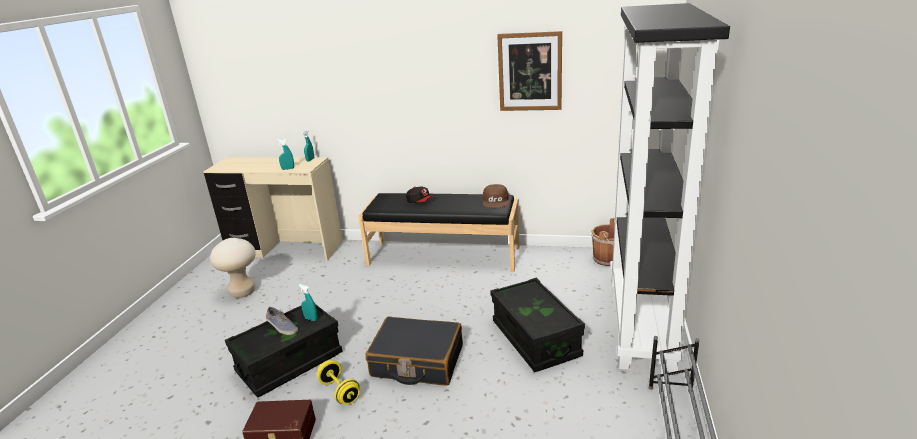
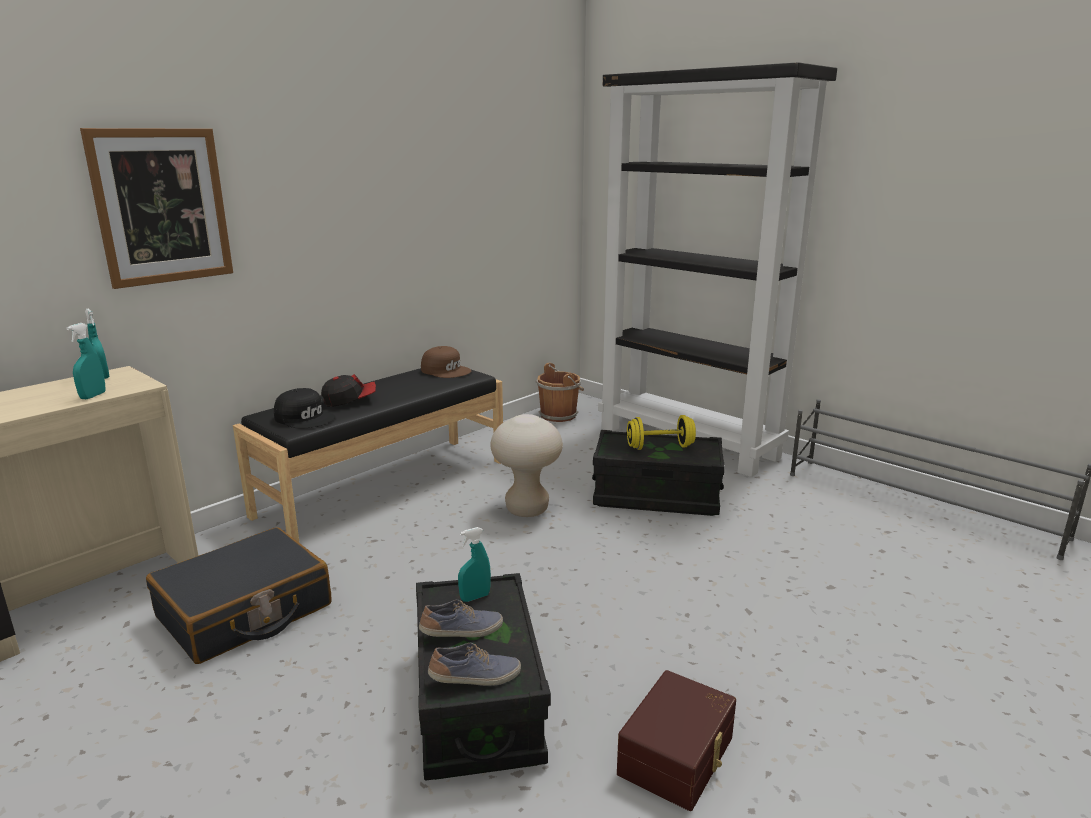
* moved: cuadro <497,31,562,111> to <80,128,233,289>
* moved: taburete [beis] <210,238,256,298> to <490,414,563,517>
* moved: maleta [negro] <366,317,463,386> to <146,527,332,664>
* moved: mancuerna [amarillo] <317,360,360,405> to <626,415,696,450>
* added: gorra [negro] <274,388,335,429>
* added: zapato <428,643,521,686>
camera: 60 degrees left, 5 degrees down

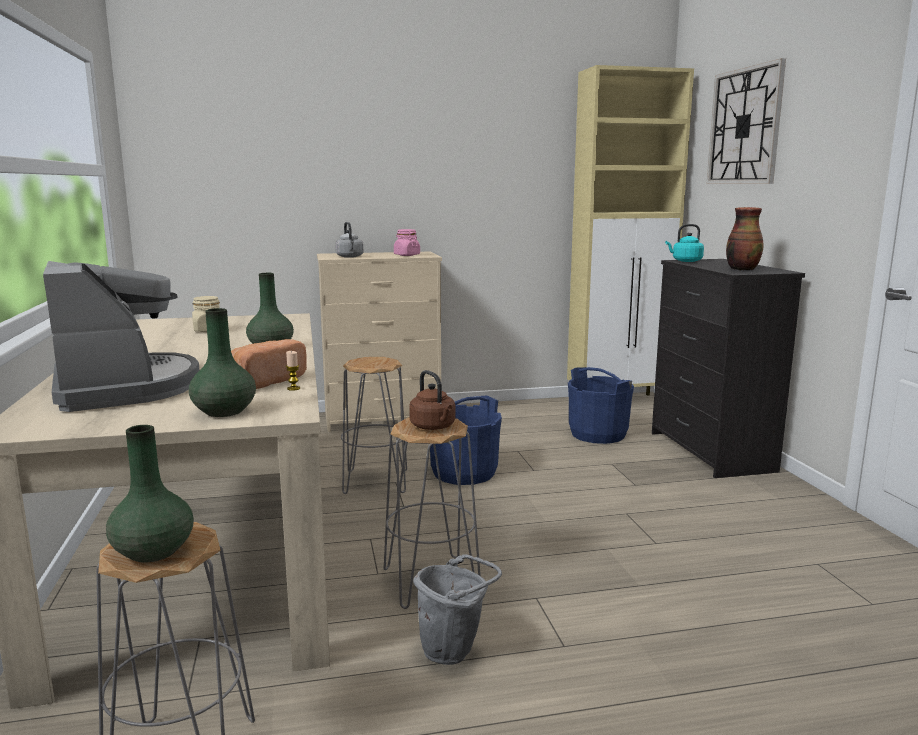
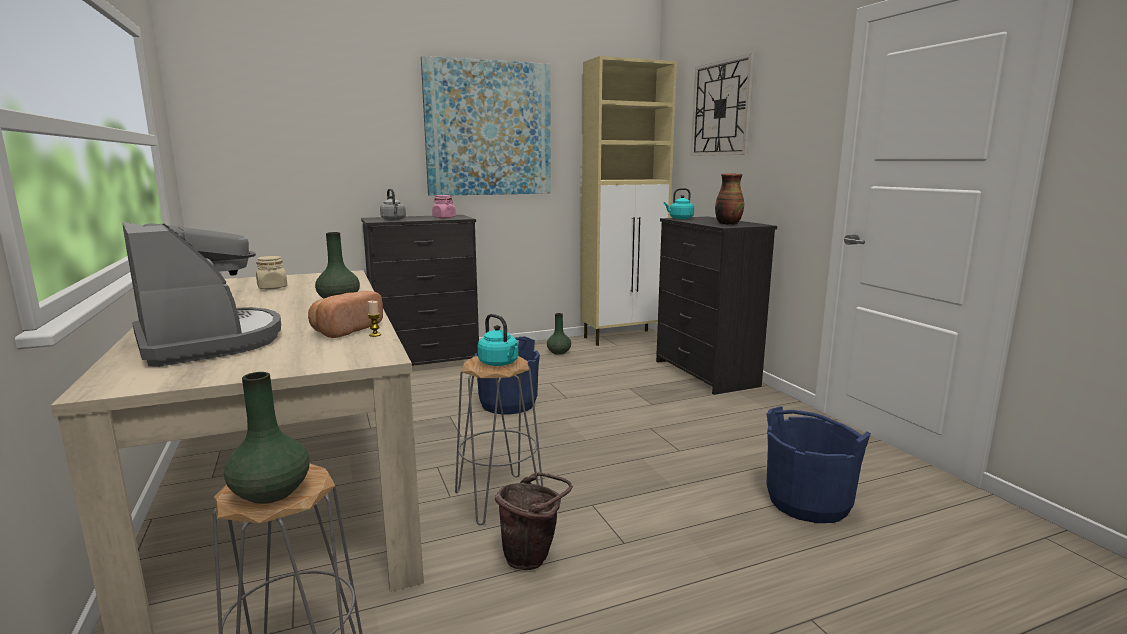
* recoloured: cómoda [beis] <317,252,442,432> to cómoda [negro] <361,215,479,366>
* moved: florero [verde] <189,308,256,417> to <547,313,571,355>
* removed: taburete [gris] <341,357,407,494>
* moved: cubo [azul] <568,367,634,444> to <766,406,871,523>
* recoloured: hervidor [marrón] <409,370,456,430> to hervidor [turquesa] <477,314,518,366>
* recoloured: cubo [gris] <413,554,502,665> to cubo [marrón] <495,472,573,570>
* added: cuadro <421,56,551,196>
camera: 10 degrees left, 0 degrees up

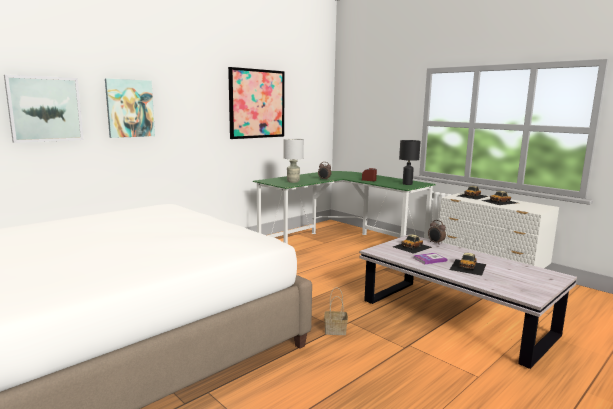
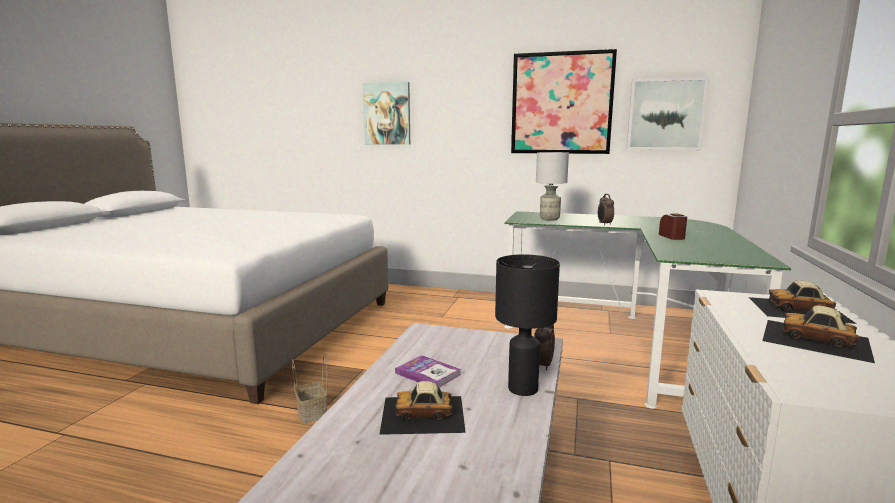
* moved: cuadro <4,75,84,143> to <626,77,709,150>
* moved: lámpara de mesa [negro] <399,140,421,185> to <495,254,560,396>
* removed: coche de juguete <393,234,432,254>
camera: 60 degrees right, 0 degrees up

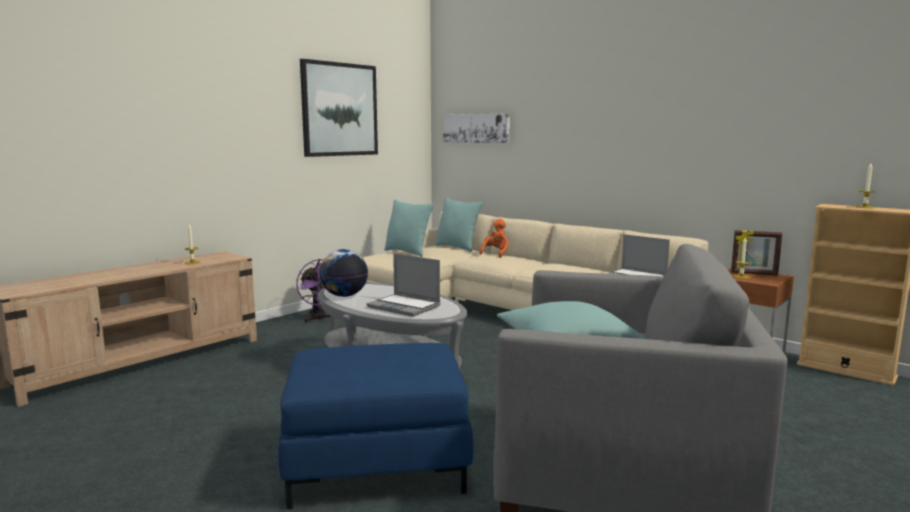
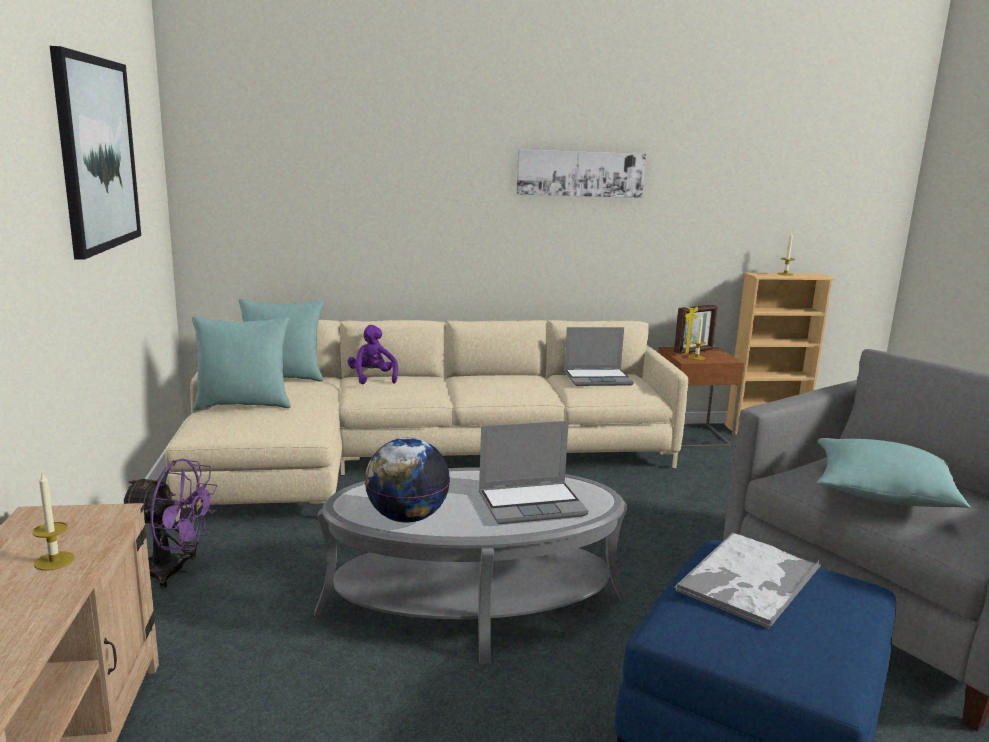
* moved: cuadro <443,113,510,143> to <516,149,646,198>
* recoloured: peluche [naranja] <479,219,509,258> to peluche [morado] <348,325,398,384>
* added: bandeja <675,532,821,629>
camera: 50 degrees left, 5 degrees up

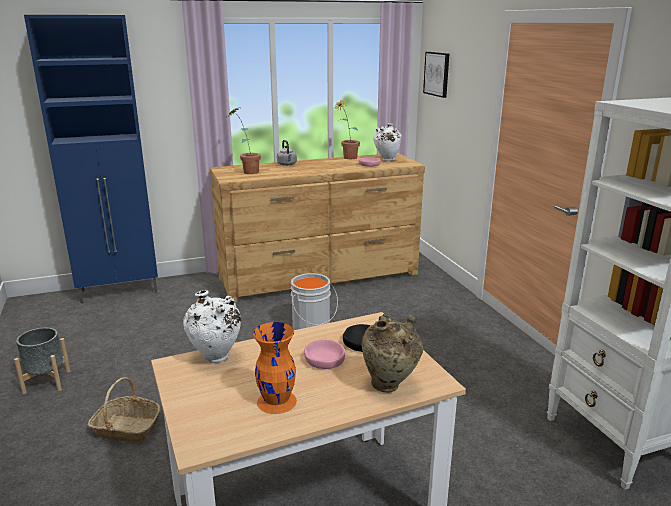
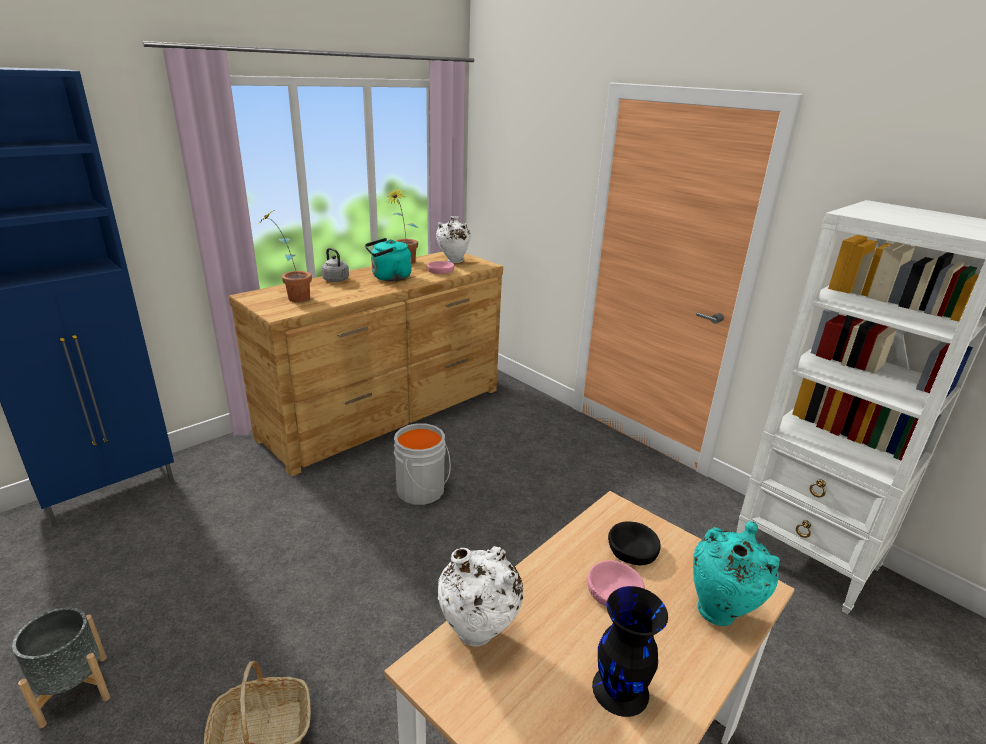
* removed: cuadro <423,52,449,98>
* recoloured: florero [beis] <361,314,423,393> to florero [turquesa] <693,521,780,626>
* recoloured: florero [naranja] <253,322,297,414> to florero [negro] <592,586,668,717>
* added: hervidor [turquesa] <365,238,411,281>
camera: 25 degrees left, 5 degrees up

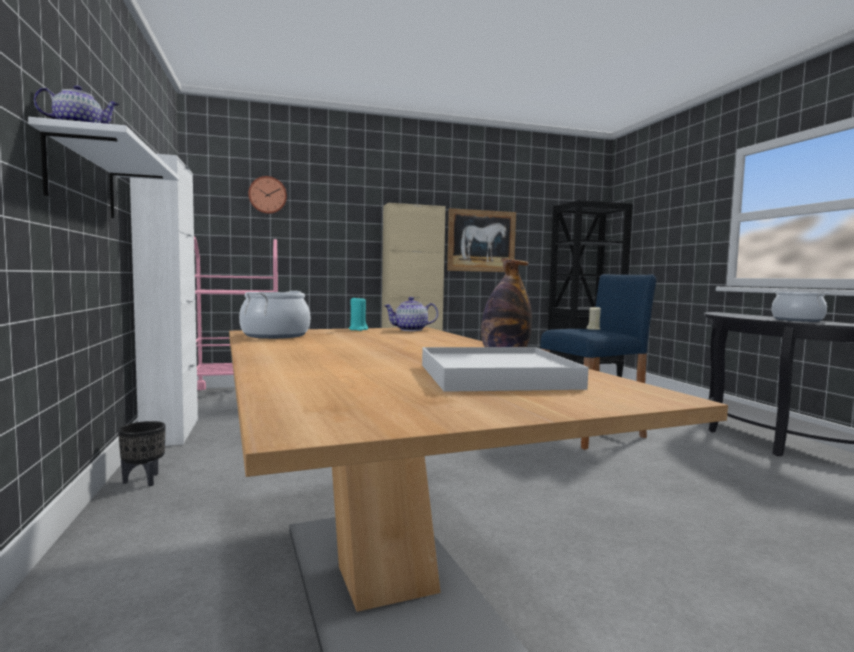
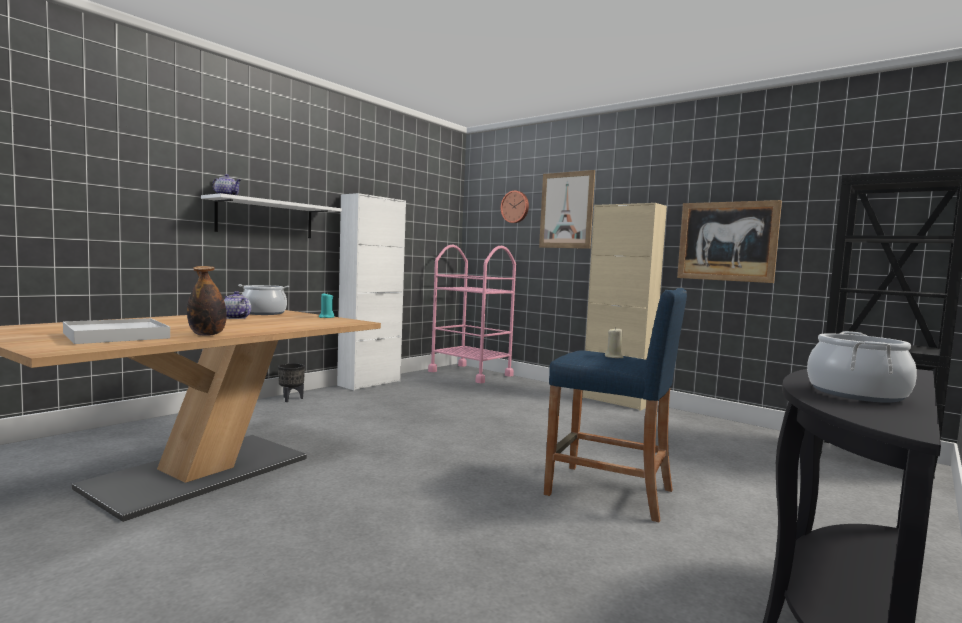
* moved: tetera <384,297,438,331> to <224,291,251,319>
* added: cuadro <539,170,595,249>
camera: 55 degrees right, 0 degrees up

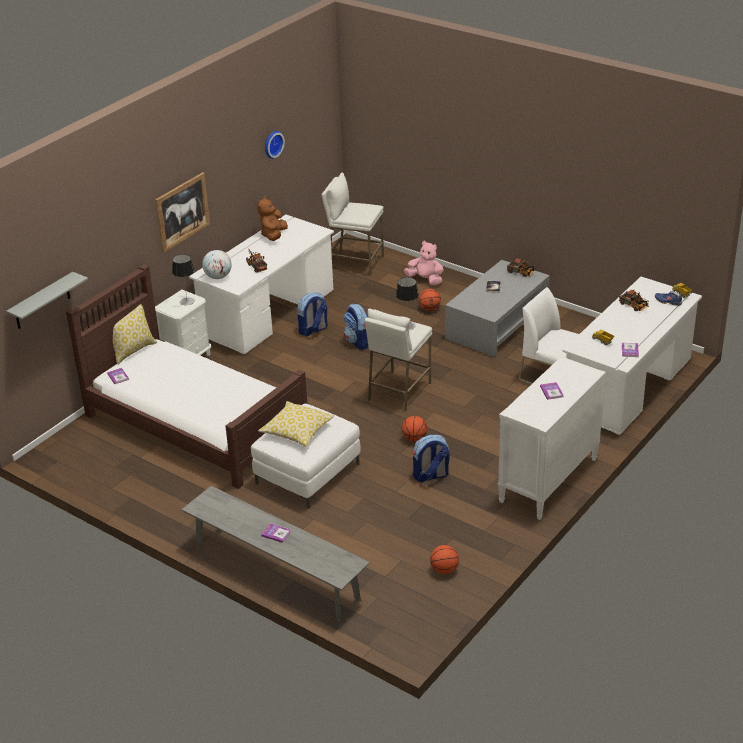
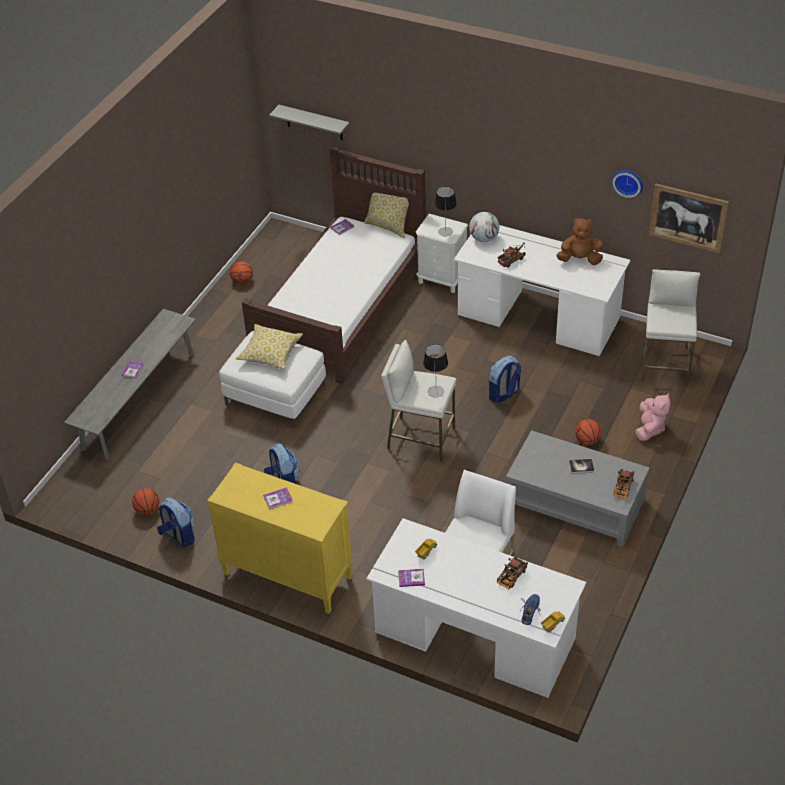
* moved: cuadro <155,172,210,253> to <649,184,729,253>
* moved: mochila <297,292,327,336> to <157,497,195,547>
* recoloured: cómoda [blanco] <497,356,606,520> to cómoda [amarillo] <207,462,353,614>
* moved: balón de baloncesto <402,416,427,441> to <230,262,253,285>
camera: 80 degrees right, 10 degrees up

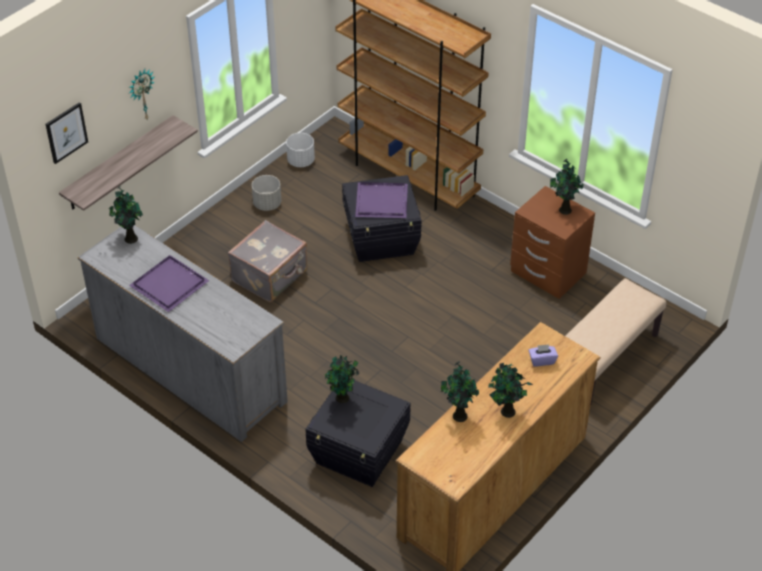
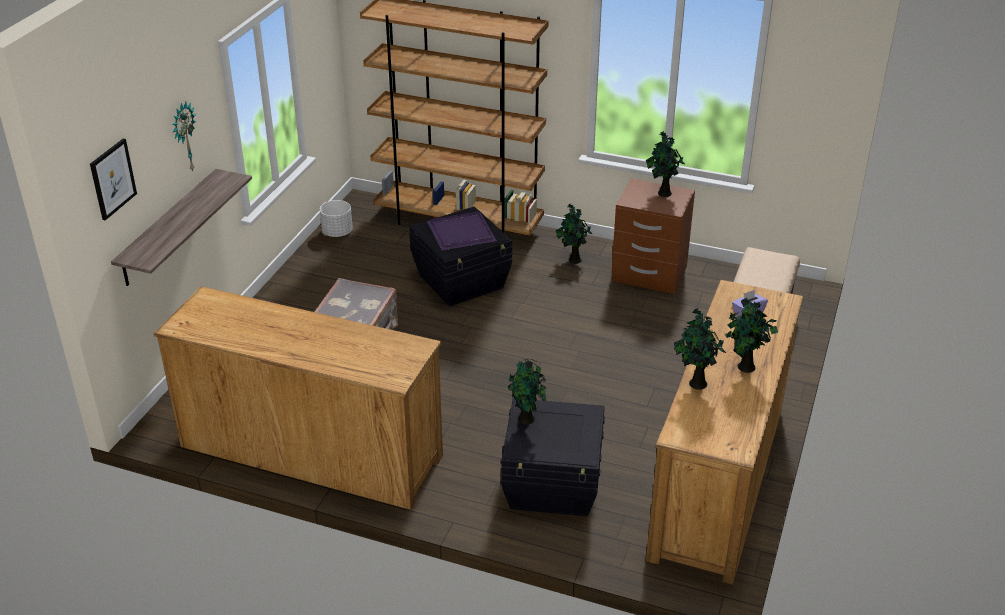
* removed: maceta [gris] <252,175,281,211>
* moved: planta en maceta <108,187,143,244> to <556,203,592,264>
* recoloured: cómoda [gris] <78,225,288,442> to cómoda [marrón] <154,286,443,510>
* removed: bandeja [morado] <129,255,209,312>
camera: 20 degrees left, 10 degrees down

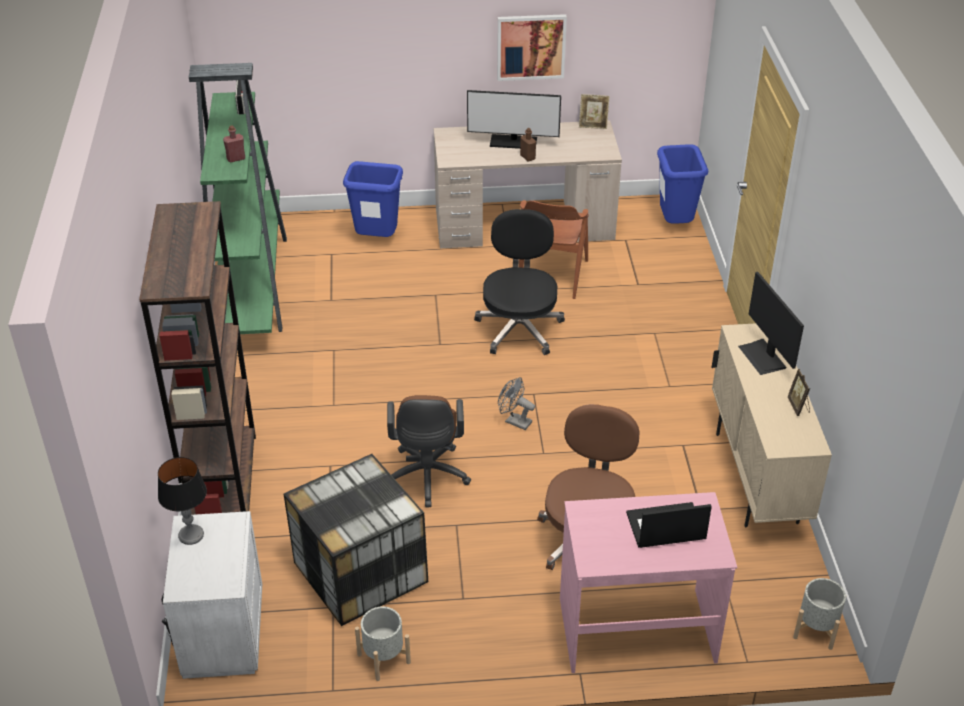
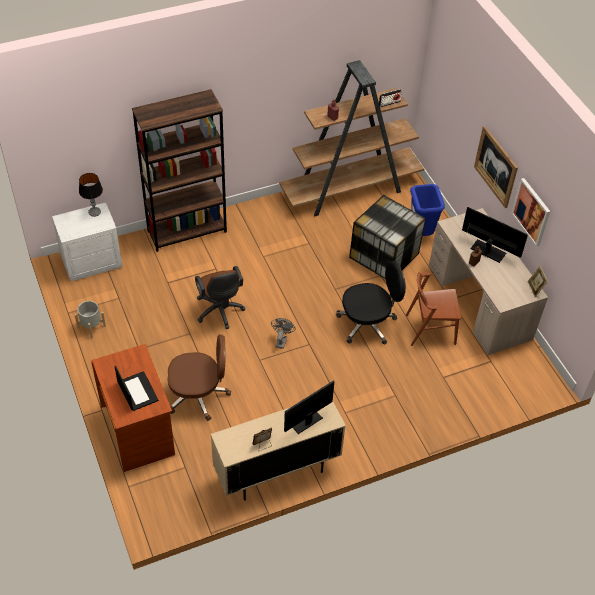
* recoloured: estantería [verde] <189,63,287,334> to estantería [marrón] <279,60,424,216>
* turned: monitor <467,90,561,149> = <462,207,528,263> 135 degrees clockwise
* removed: papelera [azul] <657,144,708,224>
* turned: silla de oficina [marrón] <387,395,471,507> = <195,266,245,329> 90 degrees counterclockwise
* moved: caja de almacenaje <284,454,428,626> to <349,195,426,279>
* recoloured: escritorio [rosa] <560,492,737,673> to escritorio [marrón] <91,344,175,472>
* removed: maceta [gris] <793,578,846,650>
* added: cuadro <474,126,518,208>
camera: 70 degrees right, 10 degrees up

